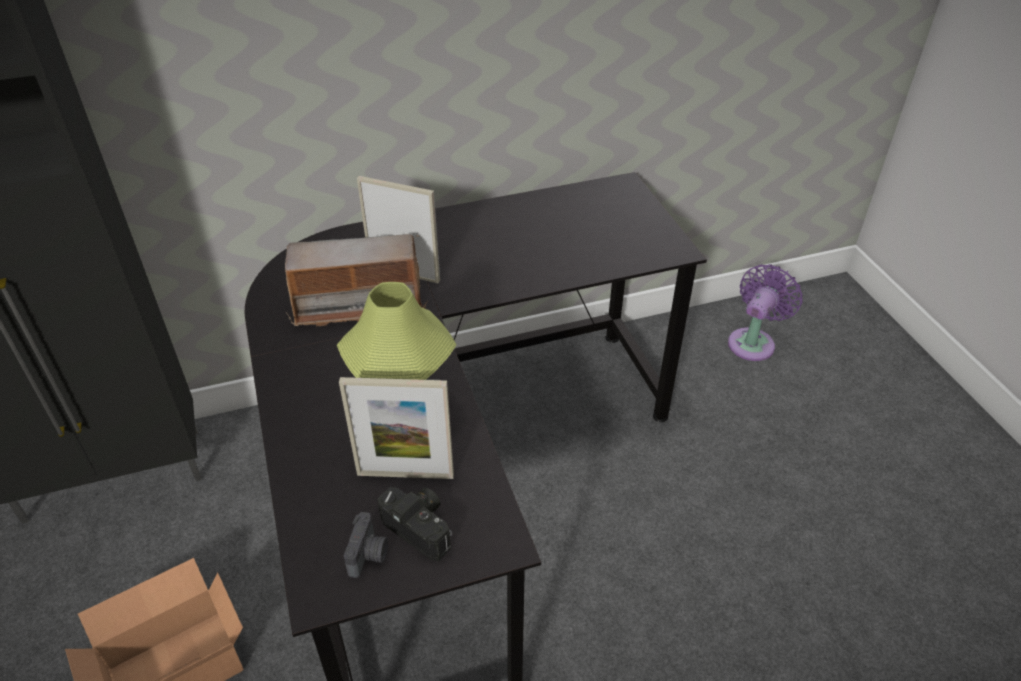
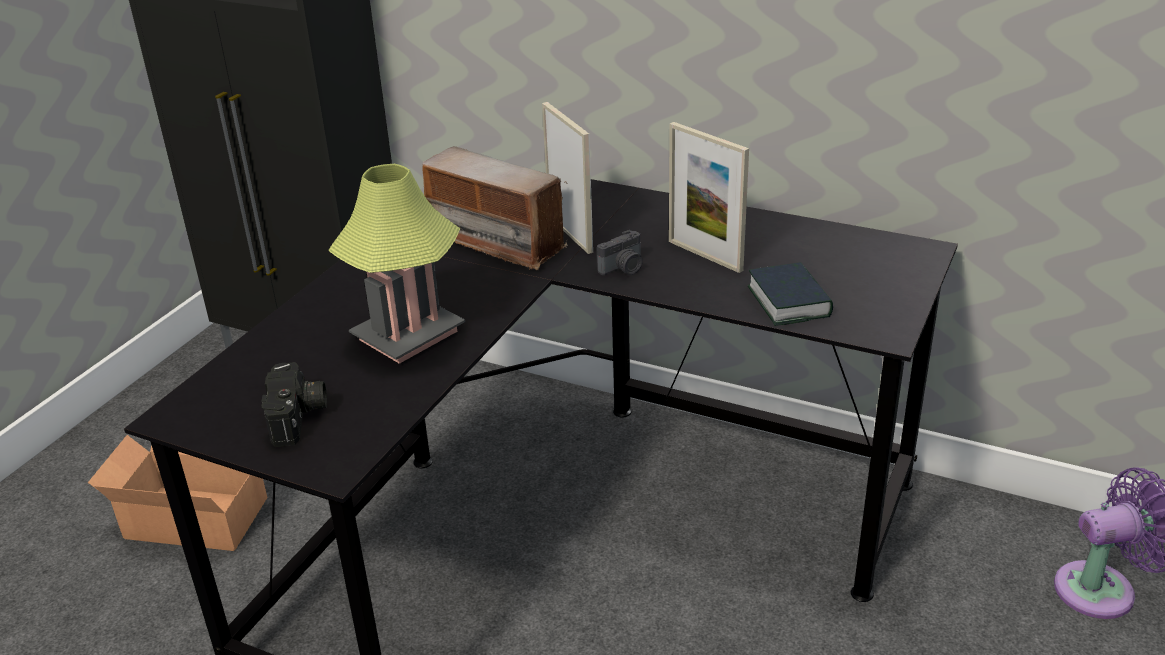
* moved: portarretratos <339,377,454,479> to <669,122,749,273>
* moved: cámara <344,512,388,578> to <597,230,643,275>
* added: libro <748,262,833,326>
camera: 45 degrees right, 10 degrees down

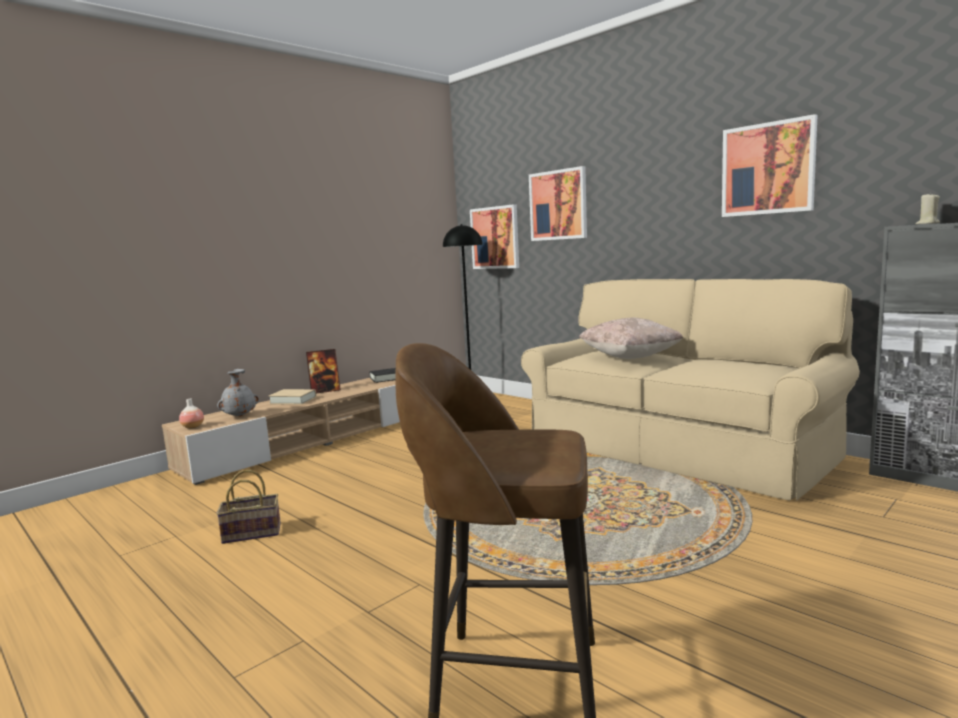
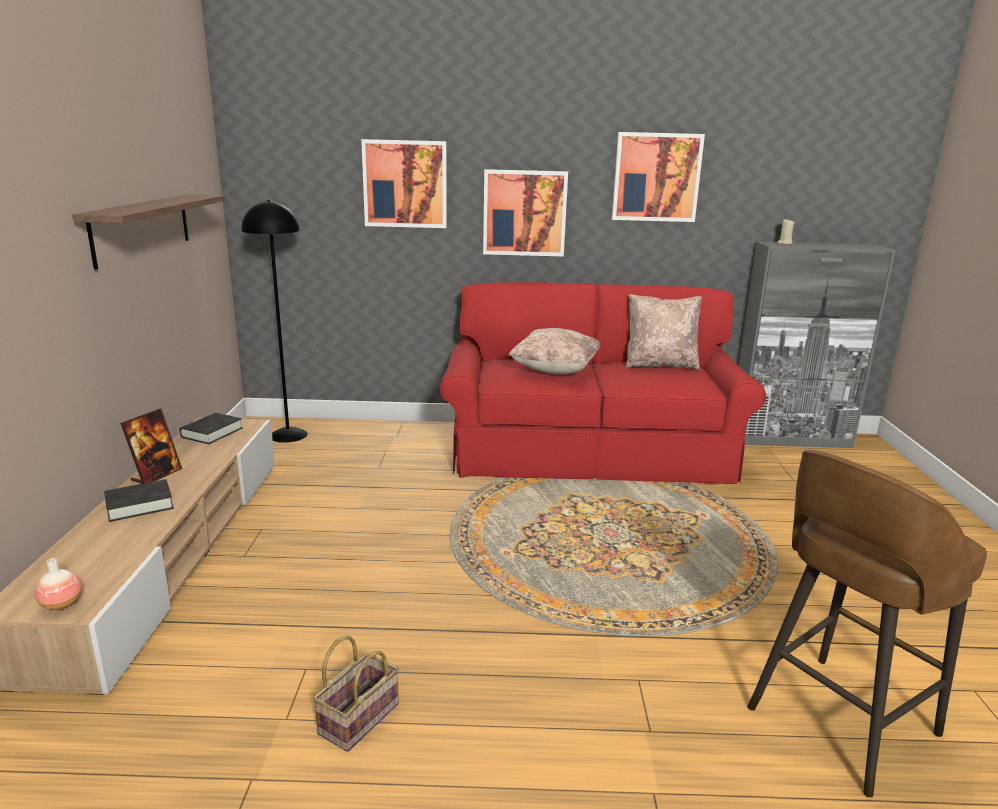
* moved: cuadro <470,204,519,269> to <483,169,568,257>
* recoloured: sofá [beis] <521,279,860,501> to sofá [rojo] <440,282,766,484>
* removed: florero [gris] <217,369,259,416>
* recoloured: libro [beis] <269,389,316,405> to libro [negro] <104,479,174,522>
* added: estante <72,194,226,270>
* added: cojín [beis] <625,294,702,370>
camera: 45 degrees left, 10 degrees up

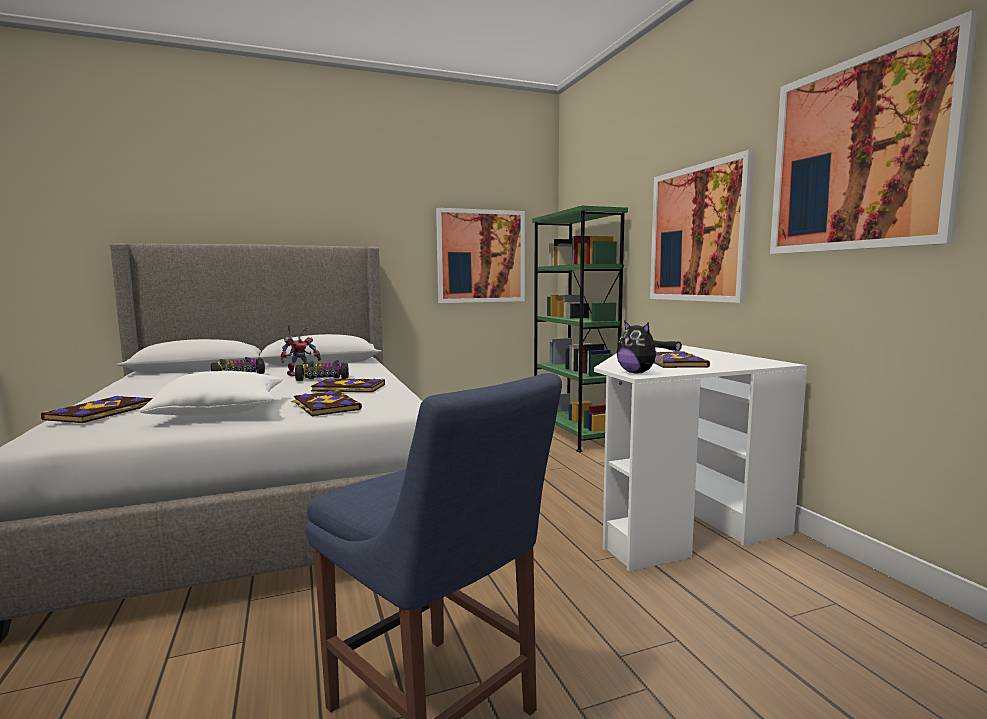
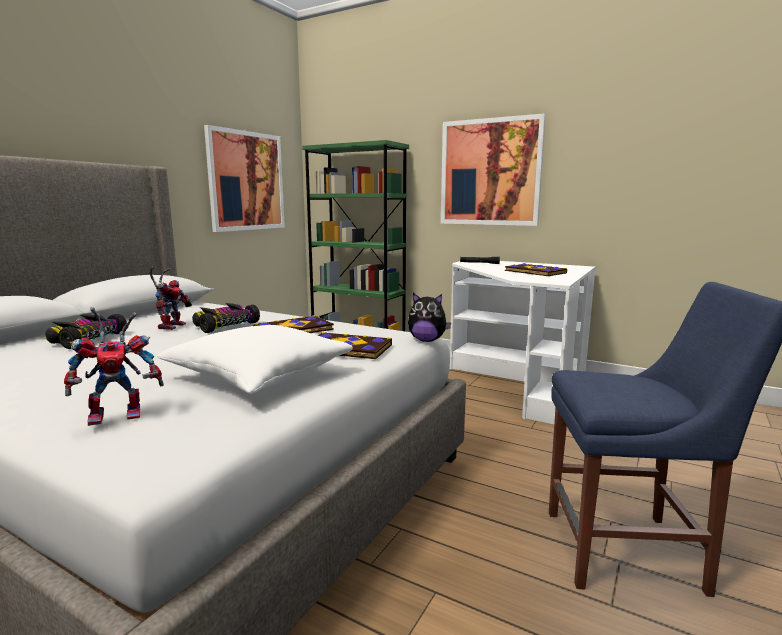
* removed: cuadro <770,10,979,254>
* moved: peluche <617,320,664,374> to <408,293,451,342>
* replaced: libro <41,396,152,423> to robot de juguete <64,307,164,426>
camera: 40 degrees left, 5 degrees up

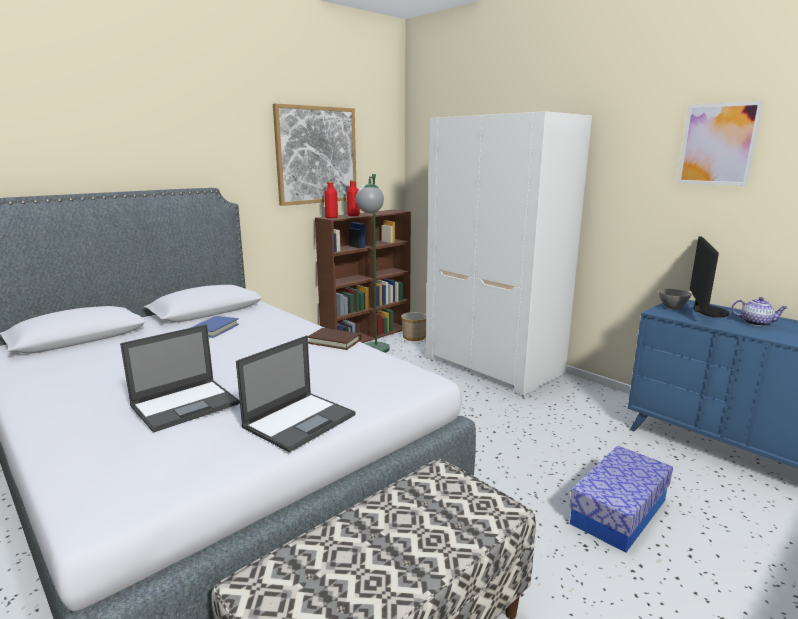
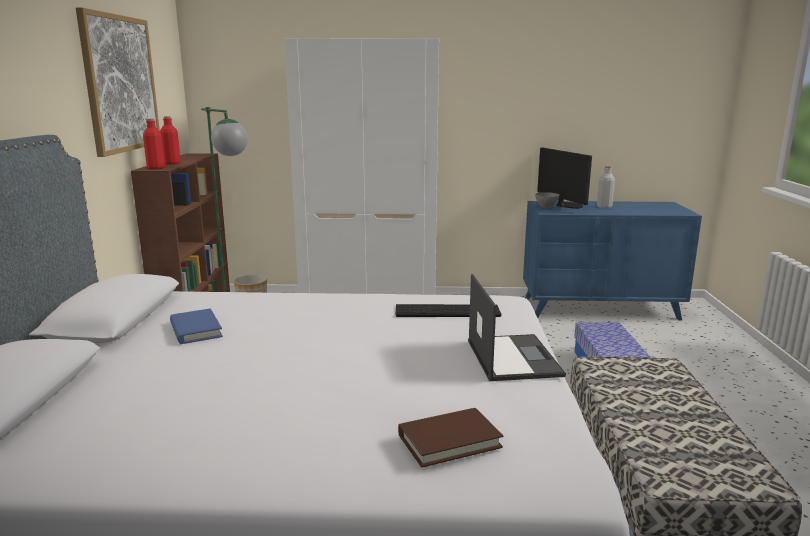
* removed: cuadro <677,101,763,186>
* replaced: tetera <732,297,788,326> to botella [gris] <597,166,615,208>
* removed: portátil <120,324,240,433>
* moved: libro [marrón] <308,328,362,350> to <398,408,503,468>
* added: teclado <396,304,501,317>
camera: 45 degrees left, 0 degrees up

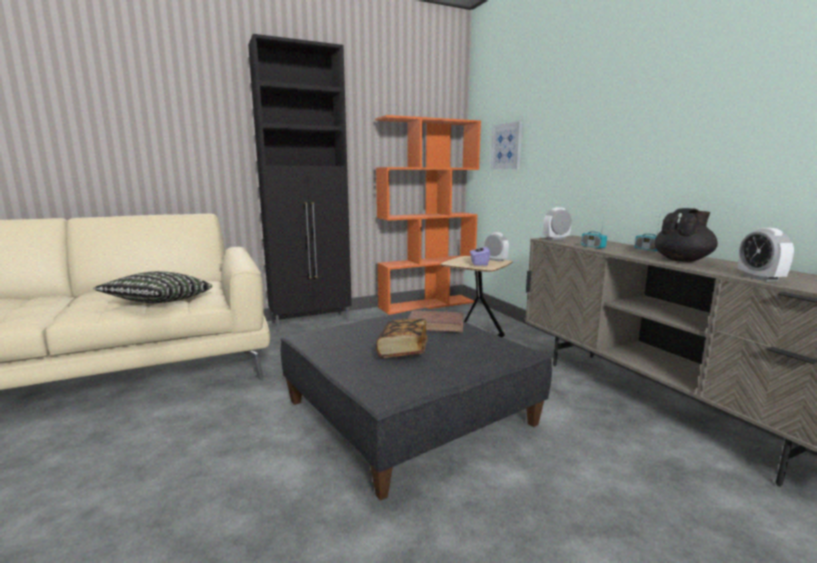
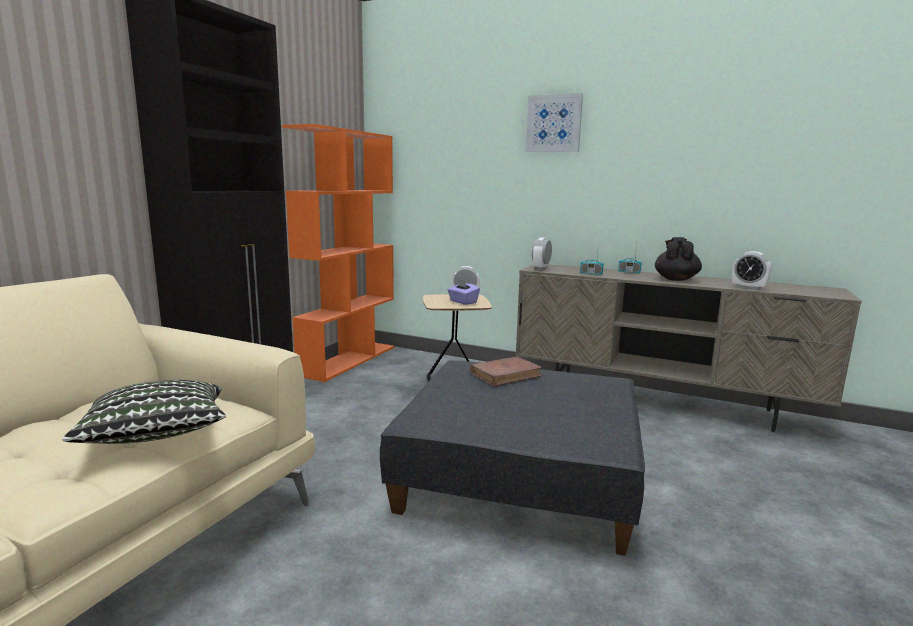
* moved: cuadro <491,121,522,169> to <526,93,583,152>
* removed: libro <376,319,428,358>
camera: 40 degrees left, 0 degrees up

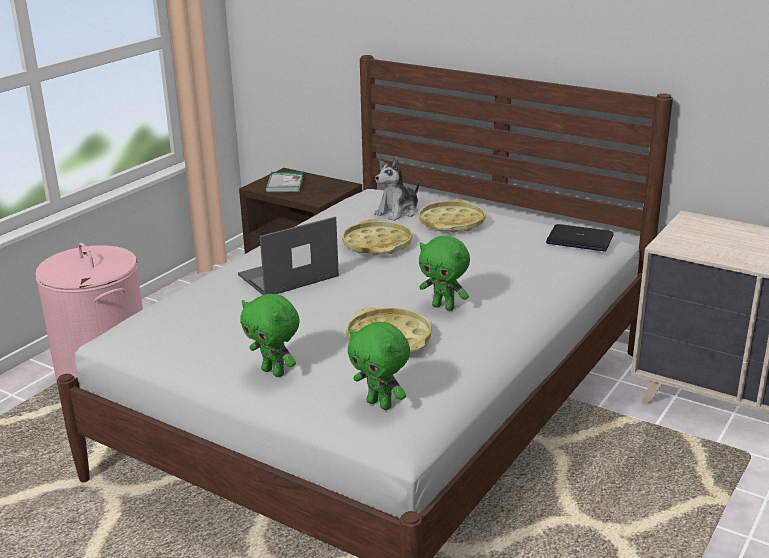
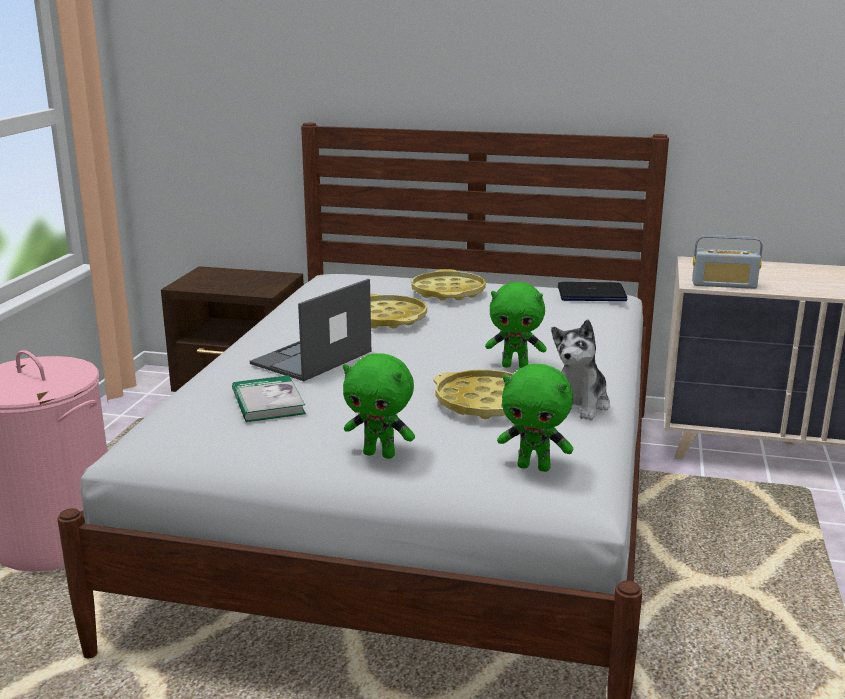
* moved: peluche <374,157,419,221> to <551,319,610,420>
* moved: libro <265,171,304,193> to <232,375,306,422>
* added: radio <692,235,762,289>
camera: 20 degrees left, 5 degrees down

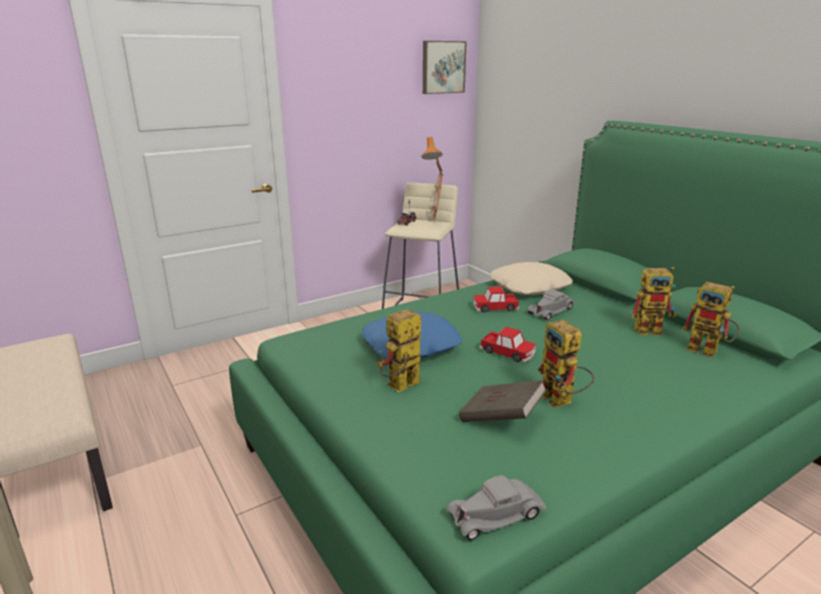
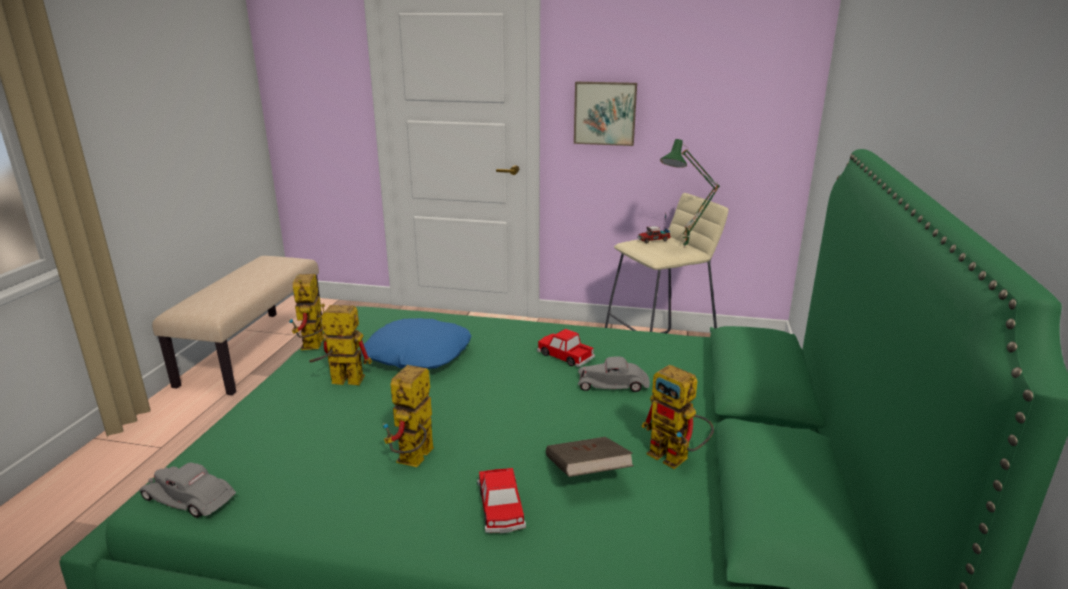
* moved: cuadro <423,41,467,94> to <574,82,637,146>
* recoloured: lámpara de mesa [naranja] <421,137,443,220> to lámpara de mesa [verde] <660,139,720,248>
* removed: cojín [beis] <490,262,573,295>
* moved: robot de juguete <681,282,740,358> to <289,274,323,350>
* moved: coche de juguete <479,327,536,363> to <477,468,526,533>
* moved: libro [marrón] <459,380,547,422> to <546,437,634,477>
camera: 45 degrees right, 0 degrees up

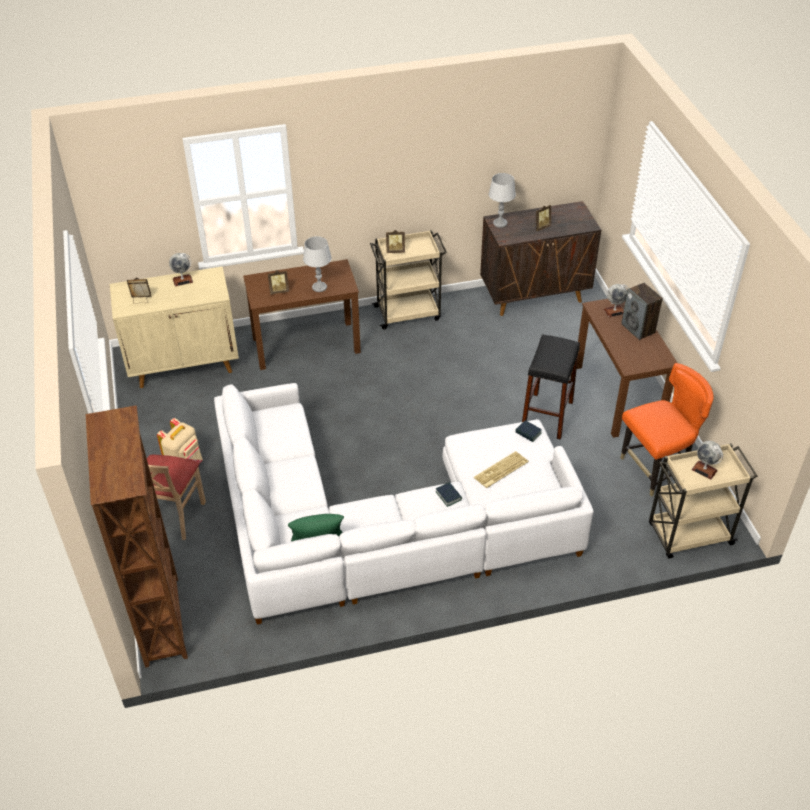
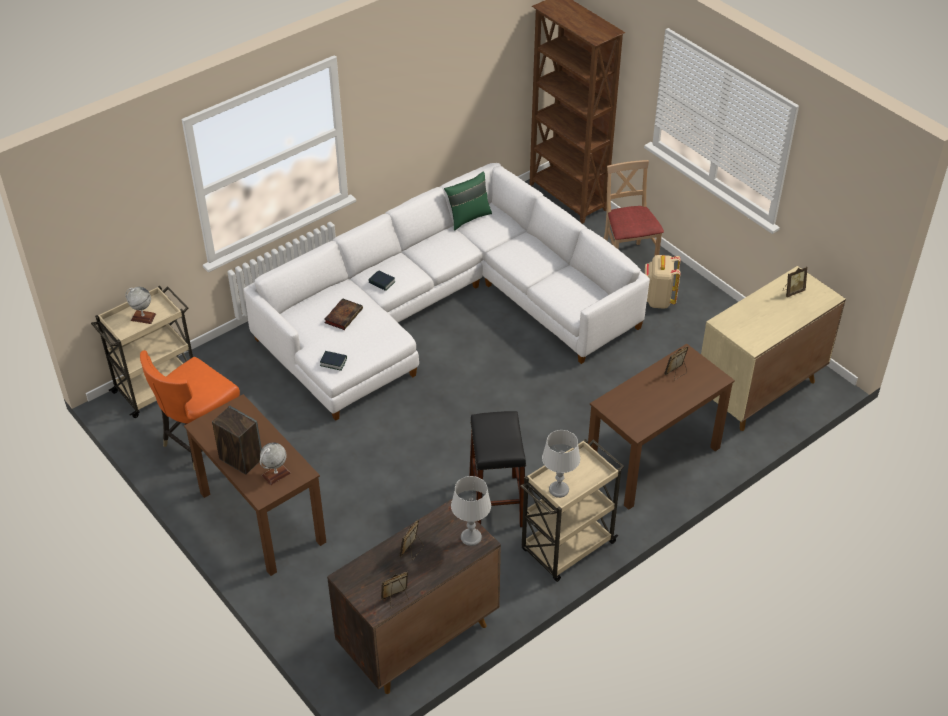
* moved: portarretratos <386,230,405,253> to <381,572,409,608>
* moved: lámpara de mesa [gris] <303,236,332,292> to <542,430,580,498>
* removed: globo terráqueo <169,253,193,287>
* moved: taburete [negro] <522,335,580,440> to <469,411,526,527>
* replaced: teclado <473,451,529,488> to libro <324,298,363,330>
camera: 155 degrees right, 0 degrees up

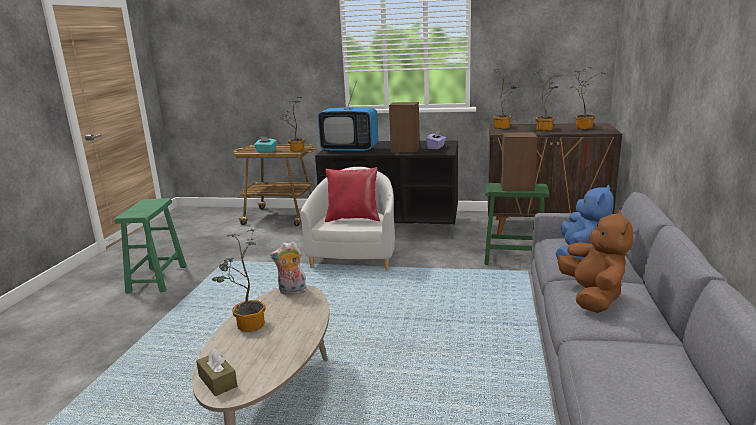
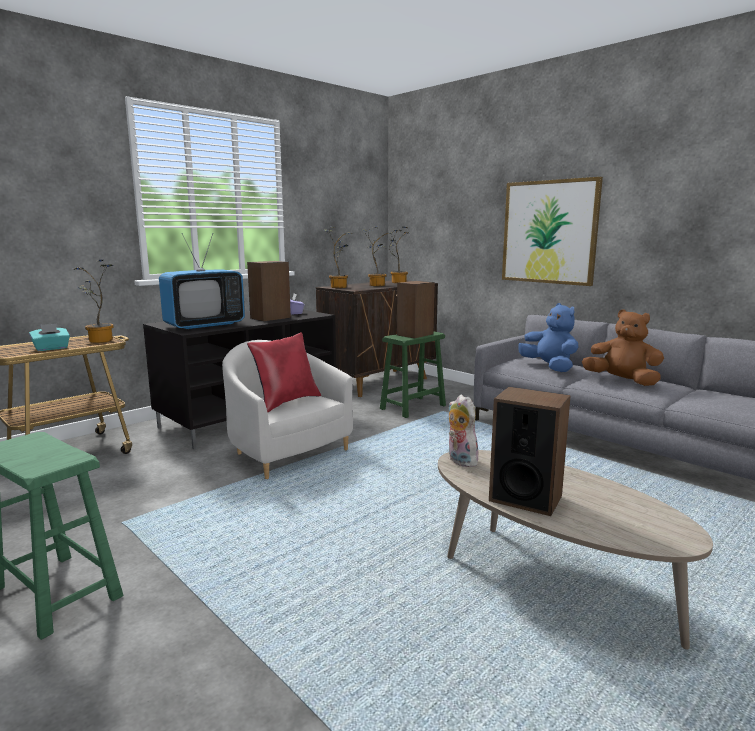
* replaced: planta en maceta <212,229,266,332> to altavoz <489,387,571,516>
* turned: peluche <270,241,308,295> = <448,395,478,467> 120 degrees clockwise
* removed: caja de pañuelos [marrón] <196,348,237,396>
* added: cuadro <502,177,603,286>
camera: 55 degrees left, 5 degrees down

